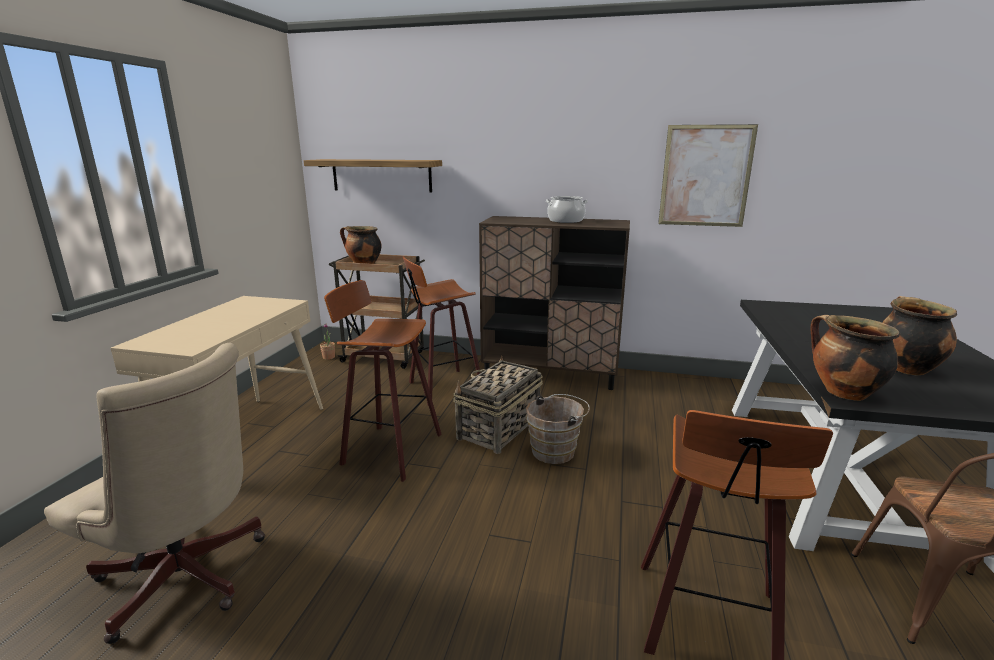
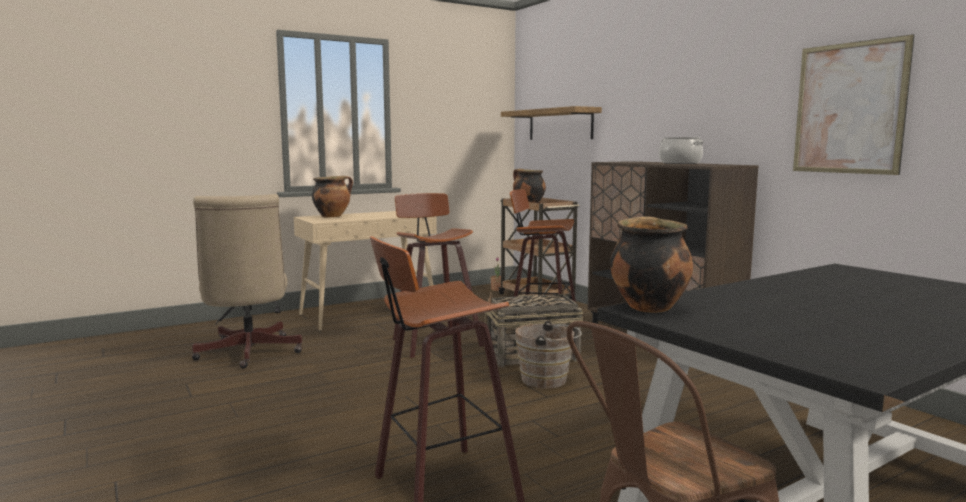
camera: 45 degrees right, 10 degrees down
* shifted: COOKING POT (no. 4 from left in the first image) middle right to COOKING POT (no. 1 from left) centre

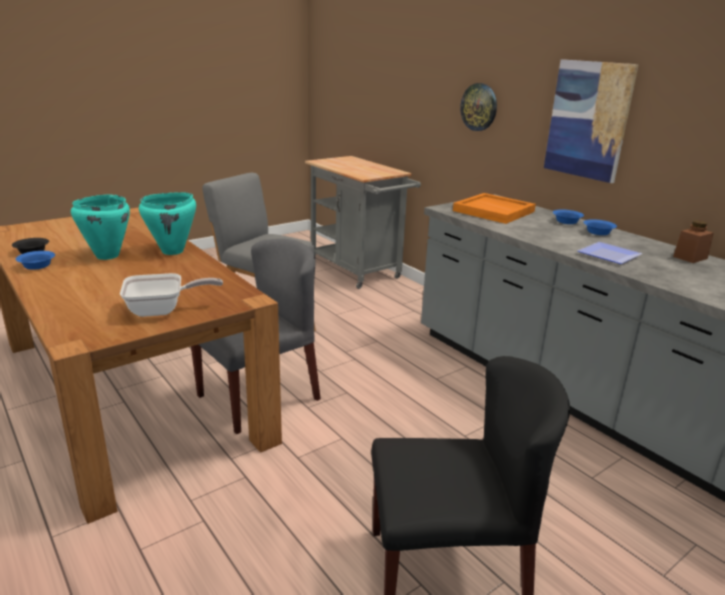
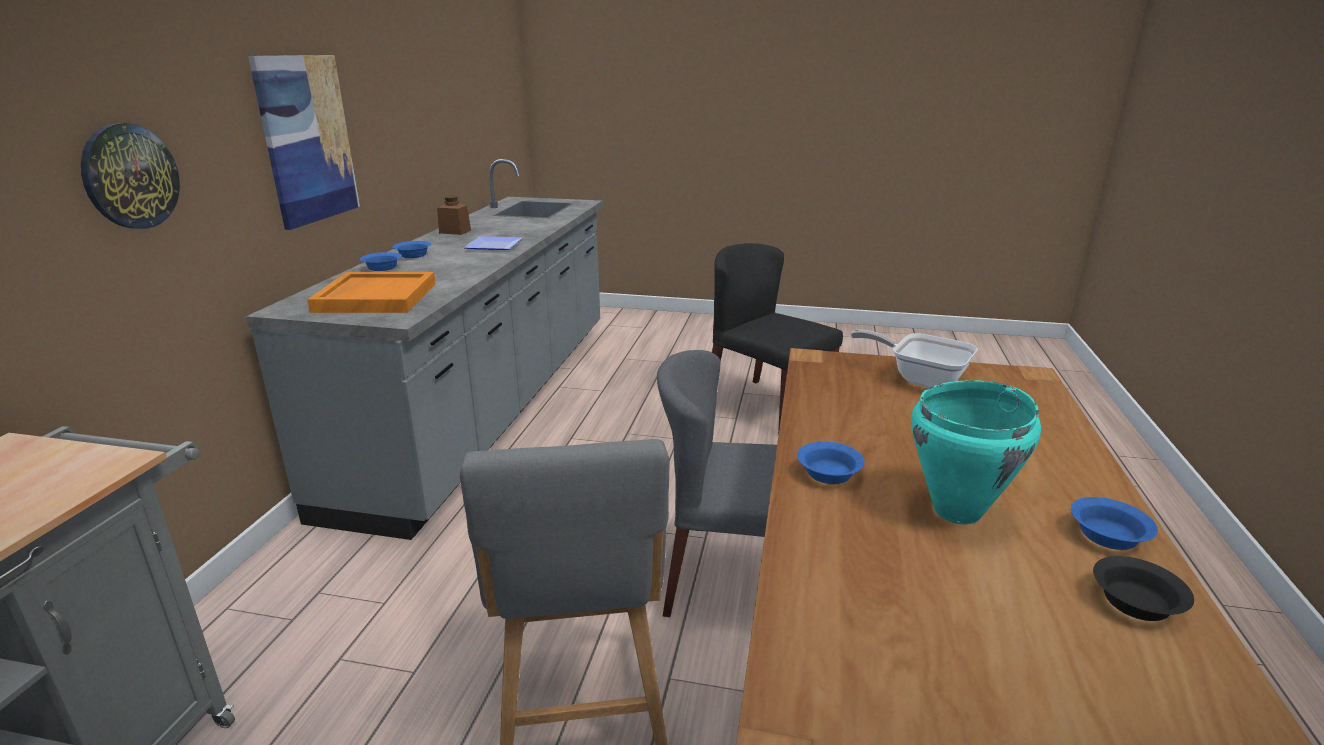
camera: 130 degrees left, 0 degrees up
* swapped: TURQUOISE COOKING POT (no. 2 from left) middle left to BLUE BOWL (no. 3 from left) centre

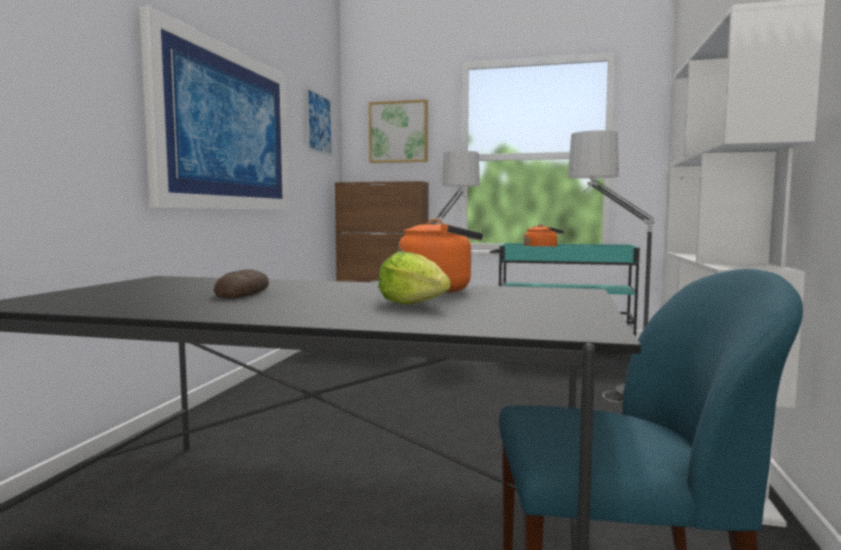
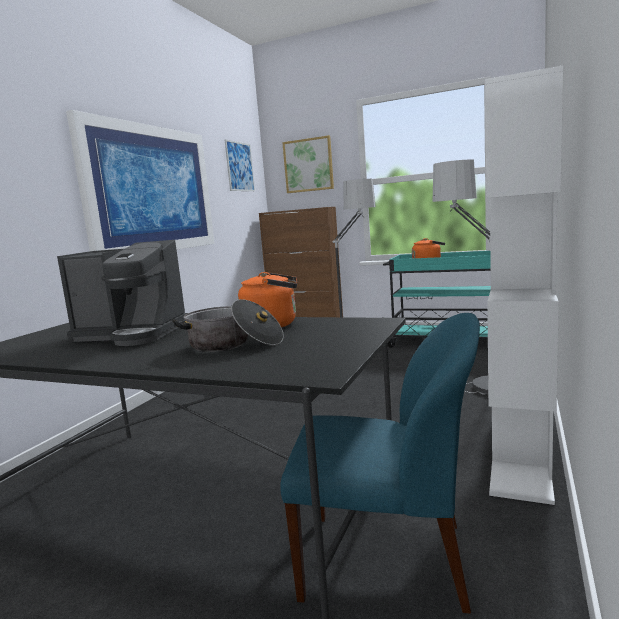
camera: 10 degrees right, 5 degrees up
* swapped: BREAD middle left to COFFEE MACHINE middle left
* swapped: LETTUCE centre to COOKING POT centre

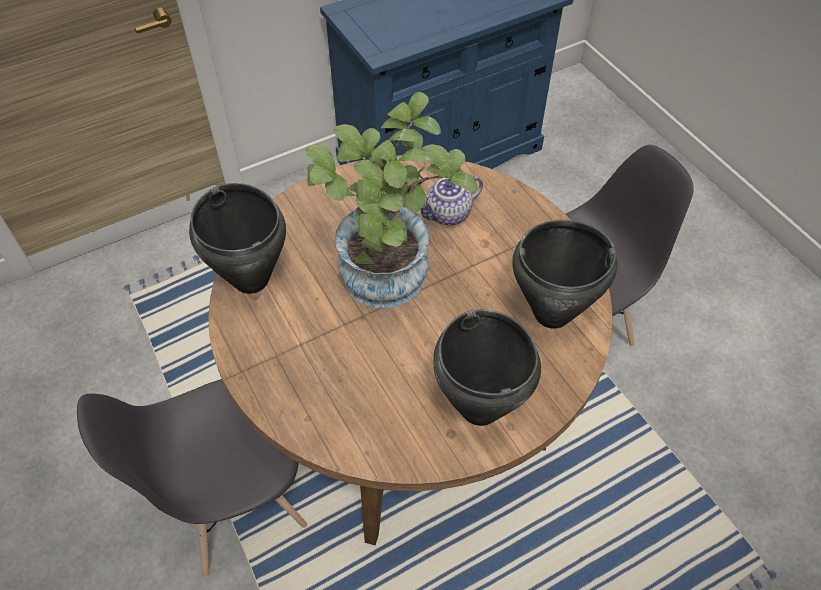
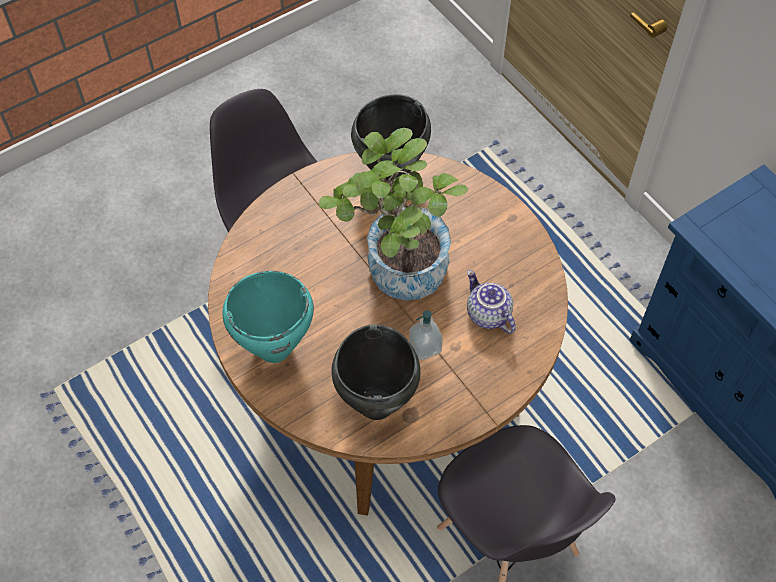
camera: 85 degrees right, 5 degrees up
* repainted: BLACK COOKING POT (no. 2 from left) centre to TURQUOISE COOKING POT centre
* new: SOAP DISPENSER centre

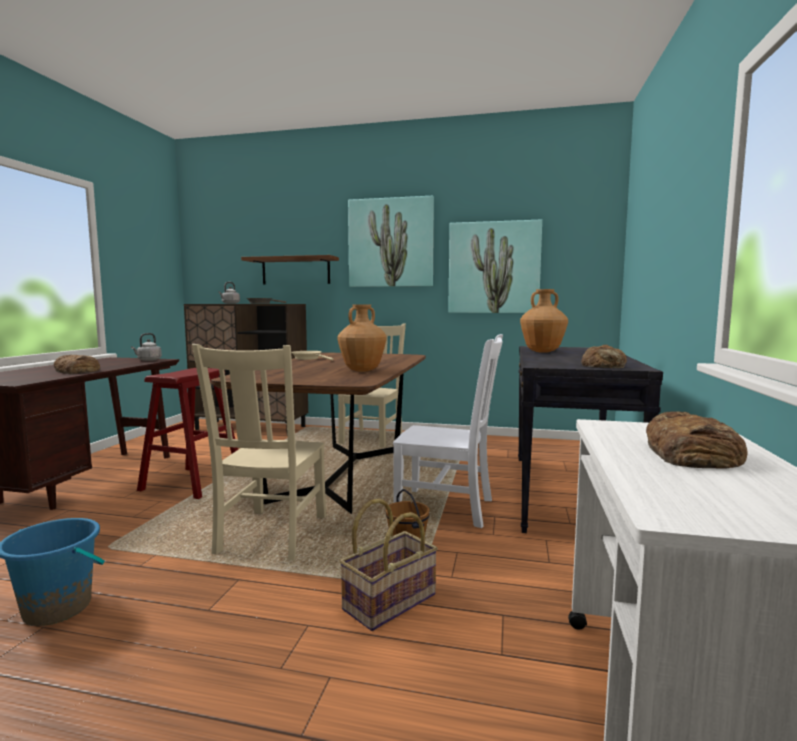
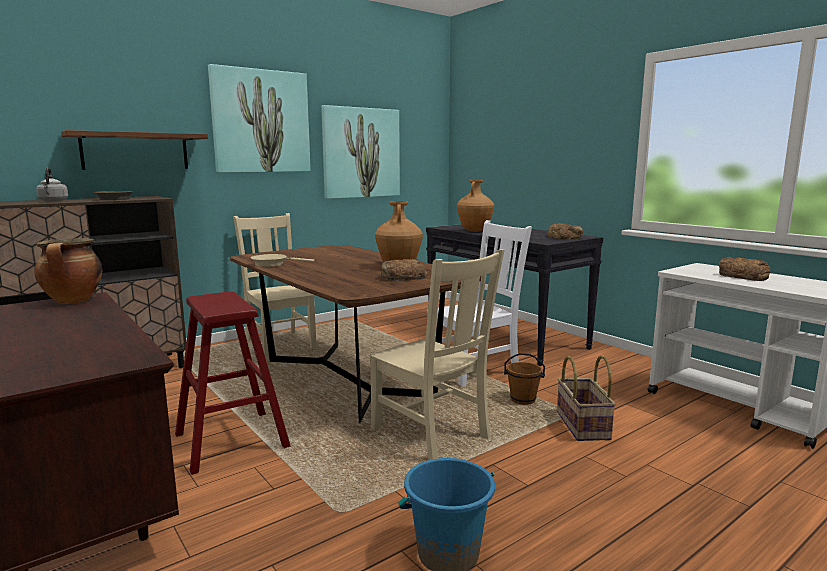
camera: 50 degrees left, 5 degrees up
* shifted: BREAD (no. 1 from left) middle left to centre
* swapped: GREY KETTLE (no. 1 from left) middle left to COOKING POT middle left

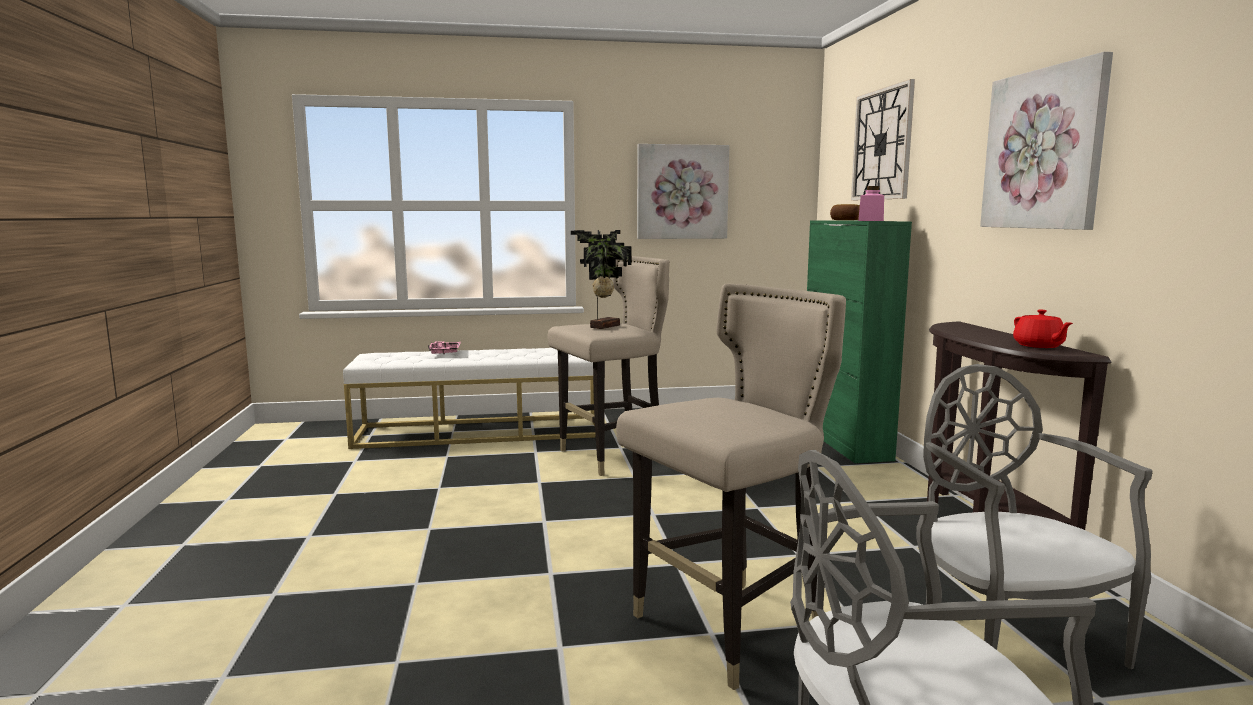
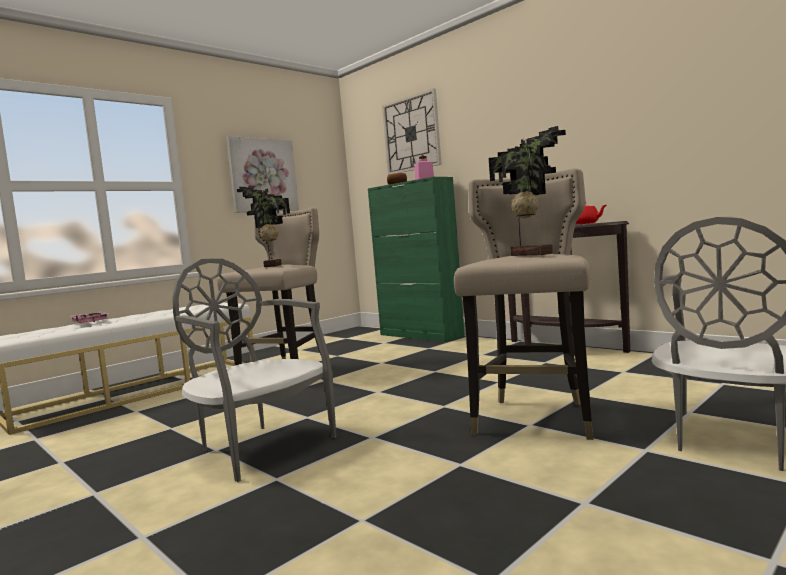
camera: 35 degrees left, 5 degrees down
* shifted: GREY CHAIR (no. 2 from left in the first image) bottom right to GREY CHAIR (no. 1 from left) middle left
* gone: PICTURE (no. 2 from left) top right
* new: POTTED PLANT (no. 2 from left) top right

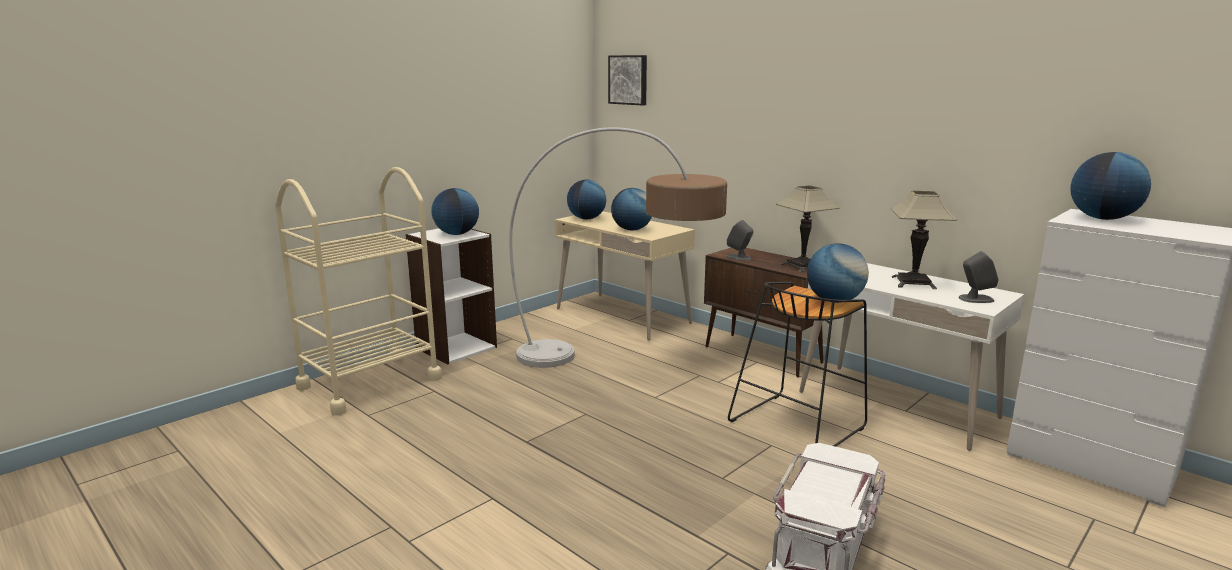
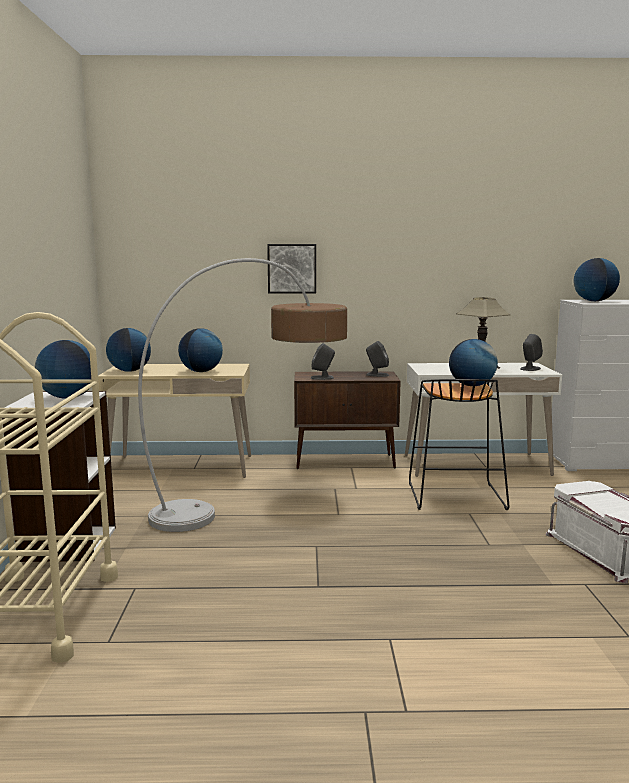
camera: 45 degrees left, 5 degrees down
* shifted: PICTURE top centre to centre
* swapped: TABLE LAMP (no. 1 from left) centre to GREY SPEAKER (no. 2 from left) centre

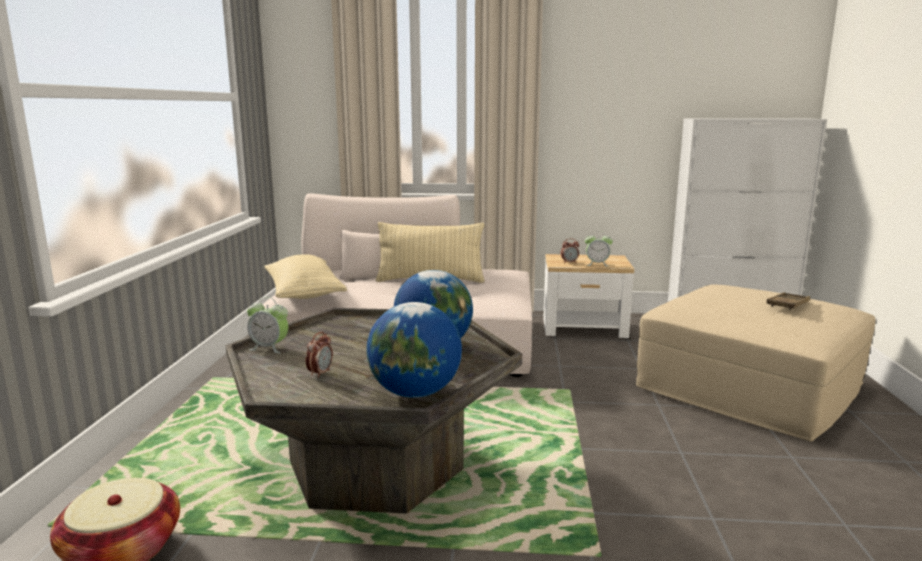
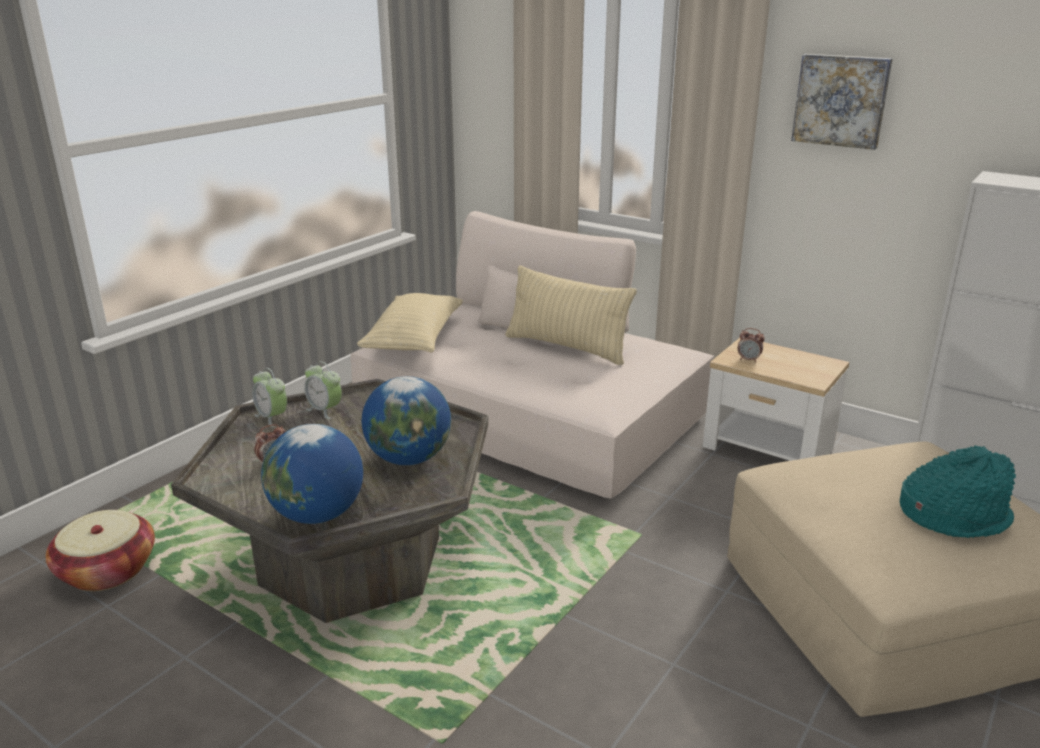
camera: 30 degrees right, 10 degrees up
* shifted: ALARM CLOCK (no. 4 from left in the first image) centre to ALARM CLOCK (no. 3 from left) middle left
* swapped: BROWN TRAY middle right to TURQUOISE HAT middle right
* new: PICTURE top right

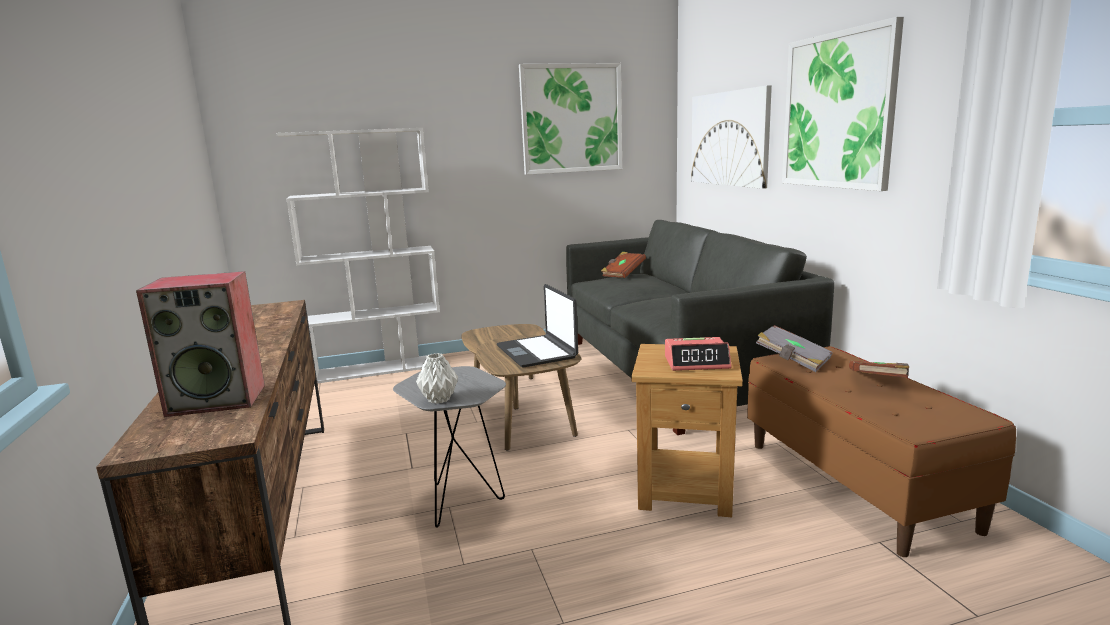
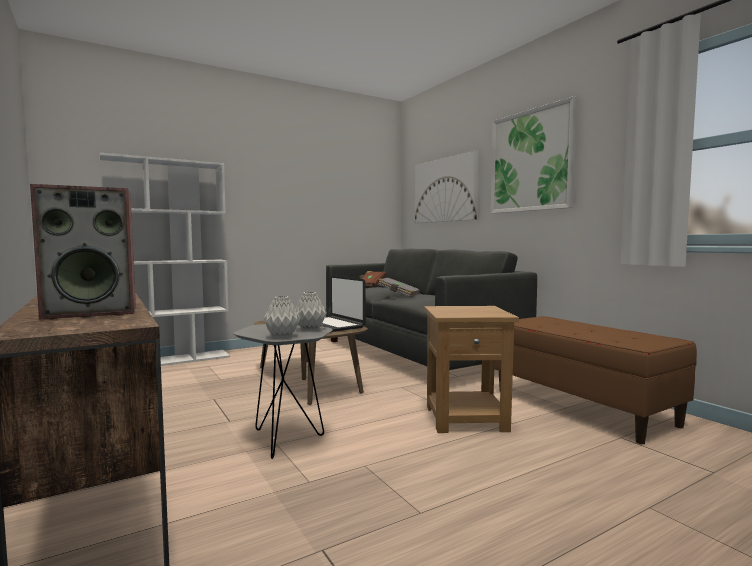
camera: 15 degrees left, 10 degrees down
* gone: PICTURE (no. 1 from left) top centre
* gone: ALARM CLOCK centre
* shifted: GREY BOOK middle right to centre
* gone: BROWN BOOK (no. 2 from left) middle right
* new: GREY VASE (no. 2 from left) centre

